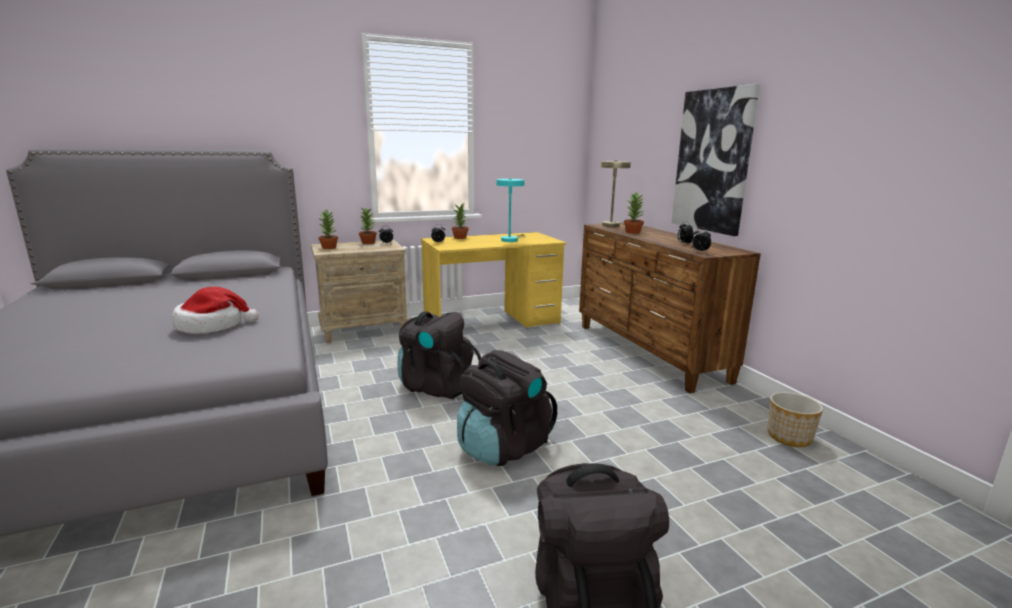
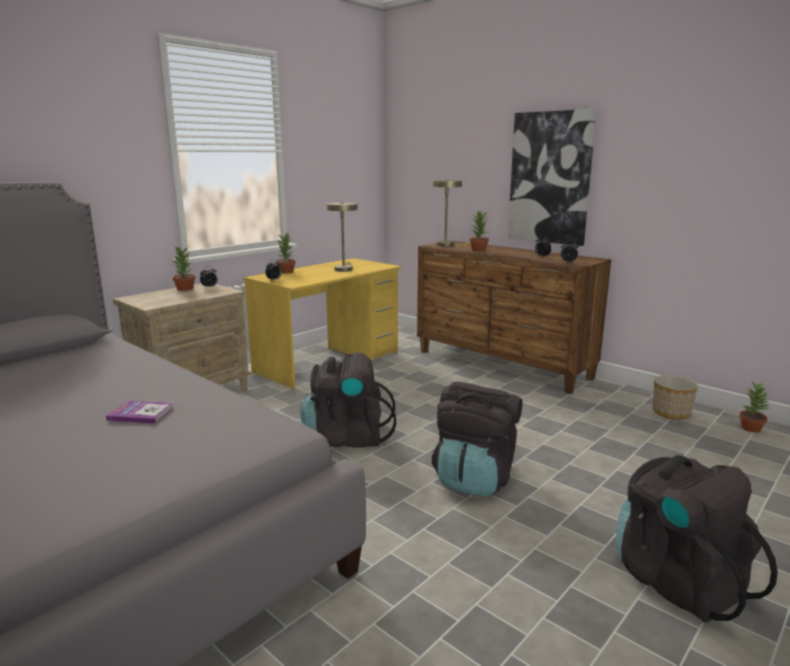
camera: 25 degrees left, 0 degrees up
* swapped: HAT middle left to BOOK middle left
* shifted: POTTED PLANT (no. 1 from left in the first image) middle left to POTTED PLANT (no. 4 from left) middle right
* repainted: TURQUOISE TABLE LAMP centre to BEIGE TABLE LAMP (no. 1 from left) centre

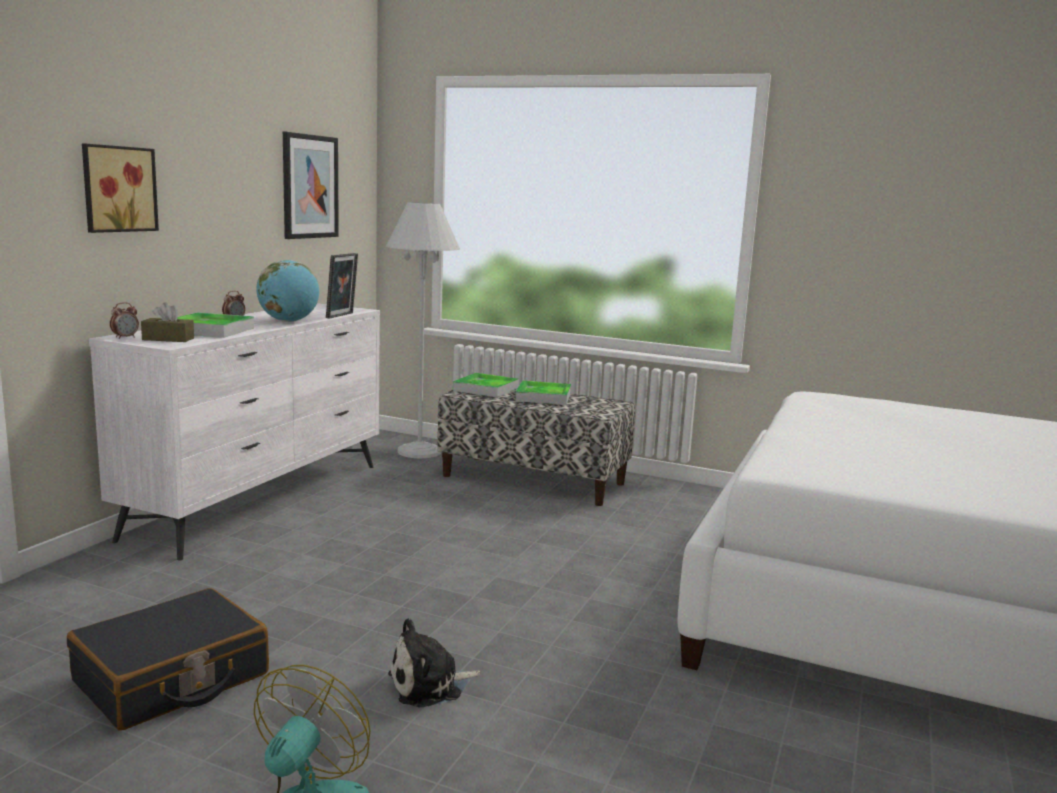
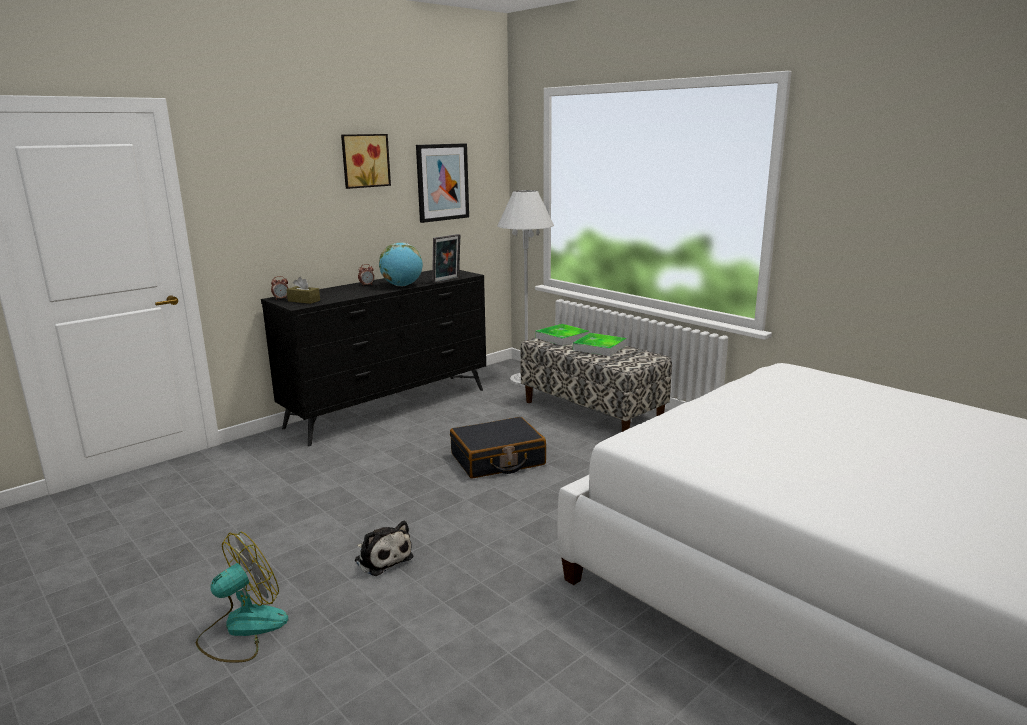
camera: 25 degrees right, 5 degrees up
* shifted: BLACK SUITCASE bottom left to centre
* shifted: PICTURE (no. 1 from left) top left to top centre
* repainted: WHITE DRESSER middle left to BLACK DRESSER centre
* gone: TRAY (no. 1 from left) middle left
* rotated: PLUSH TOY bottom centre = bottom centre 135 degrees counterclockwise

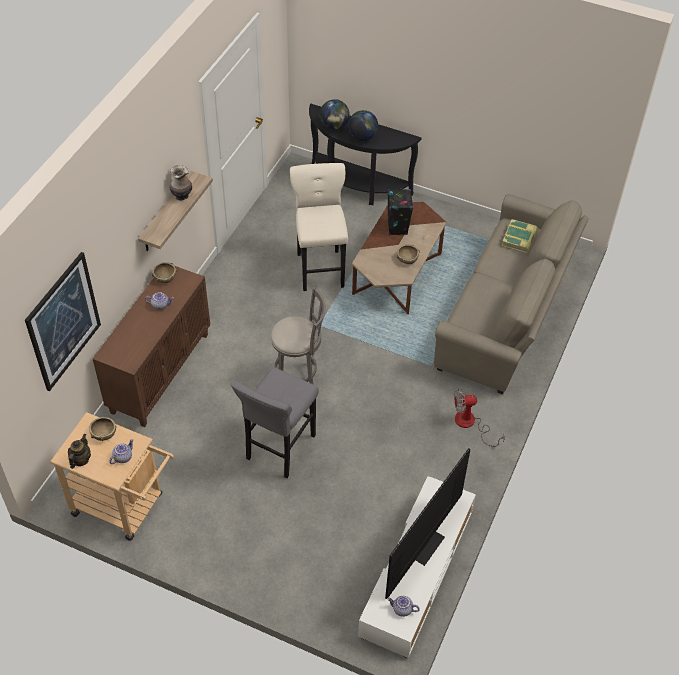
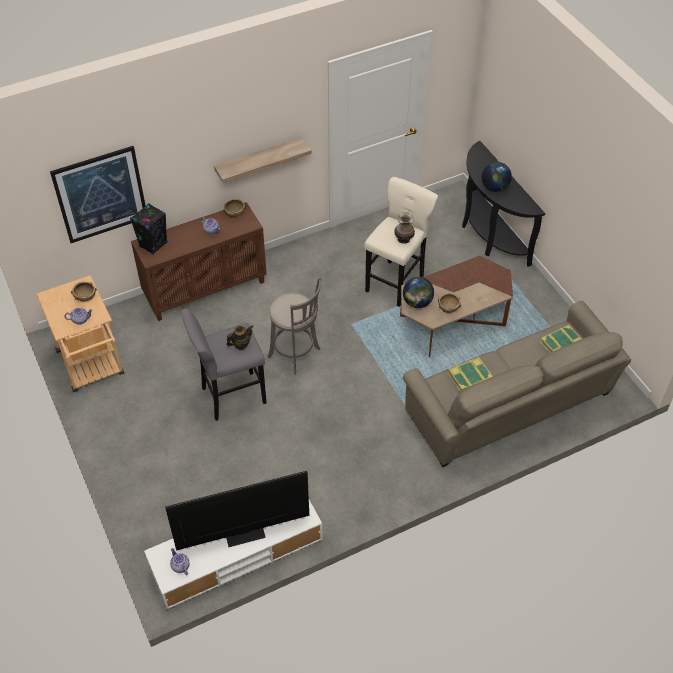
camera: 40 degrees right, 0 degrees up
* shifted: TEAPOT (no. 1 from left in the first image) bottom left to TEAPOT (no. 4 from left) centre
* shifted: VASE top left to centre
* shifted: GLOBE (no. 1 from left) top centre to centre
* shifted: BLACK SPEAKER top centre to middle left
* gone: FAN middle right
* new: BOOK (no. 1 from left) middle right

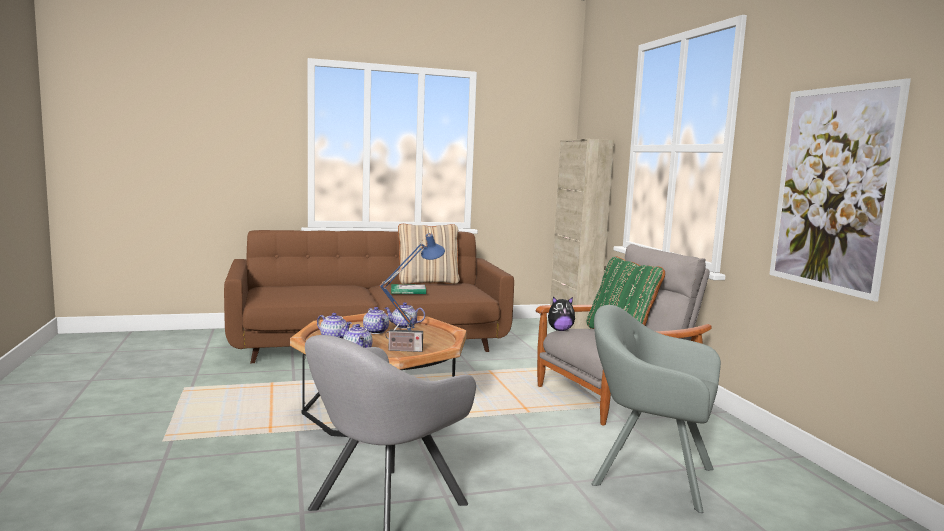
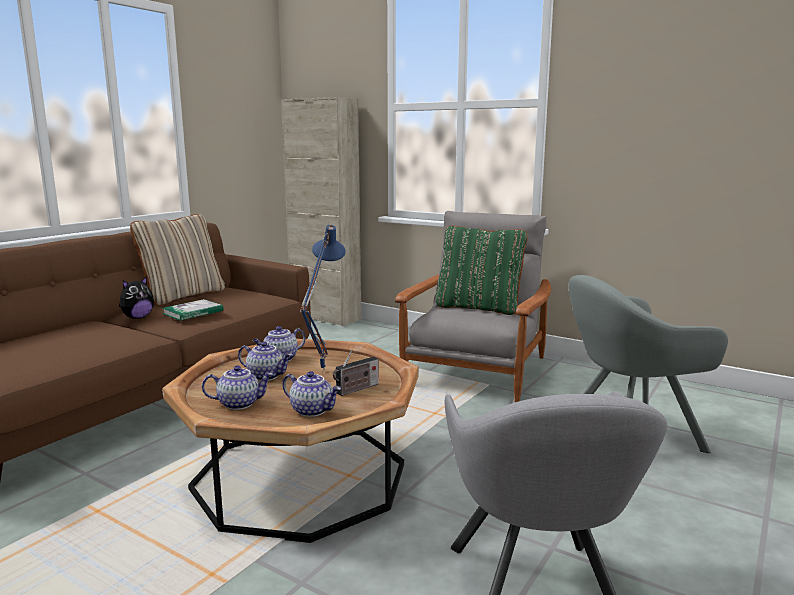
camera: 40 degrees left, 5 degrees up
* shifted: PLUSH TOY centre to middle left
* gone: PICTURE middle right

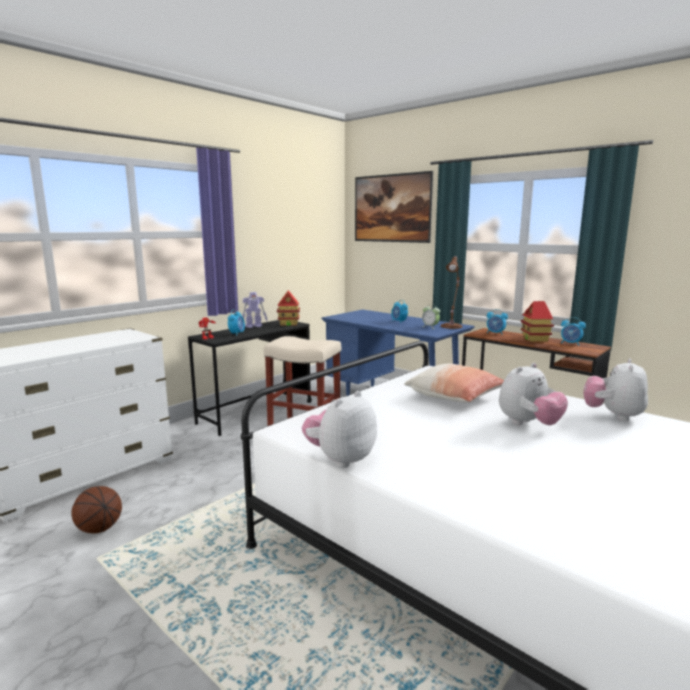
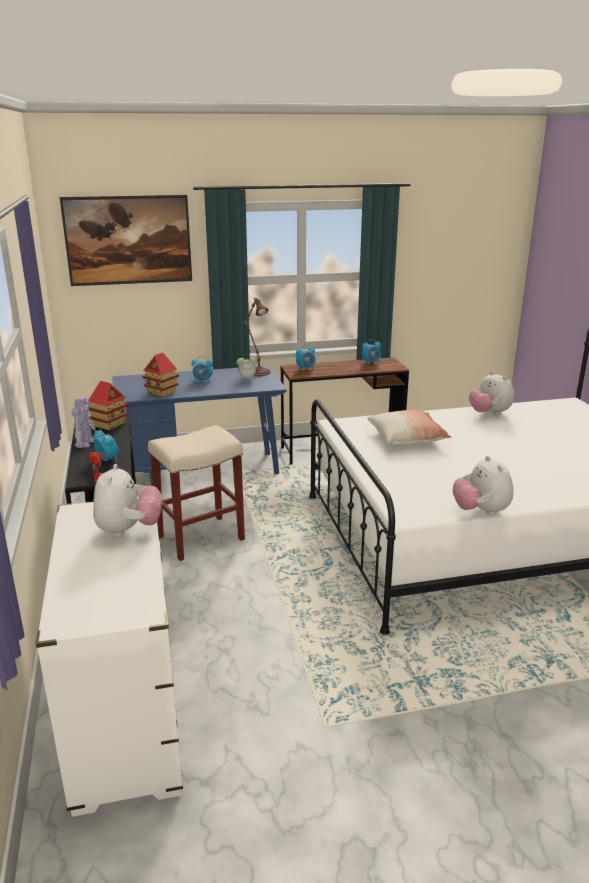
camera: 55 degrees left, 10 degrees up
* gone: BASKETBALL bottom left
* shifted: PLUSH TOY (no. 2 from left in the first image) middle right to PLUSH TOY (no. 1 from left) middle left
* shifted: TOY HOUSE (no. 2 from left) middle right to middle left

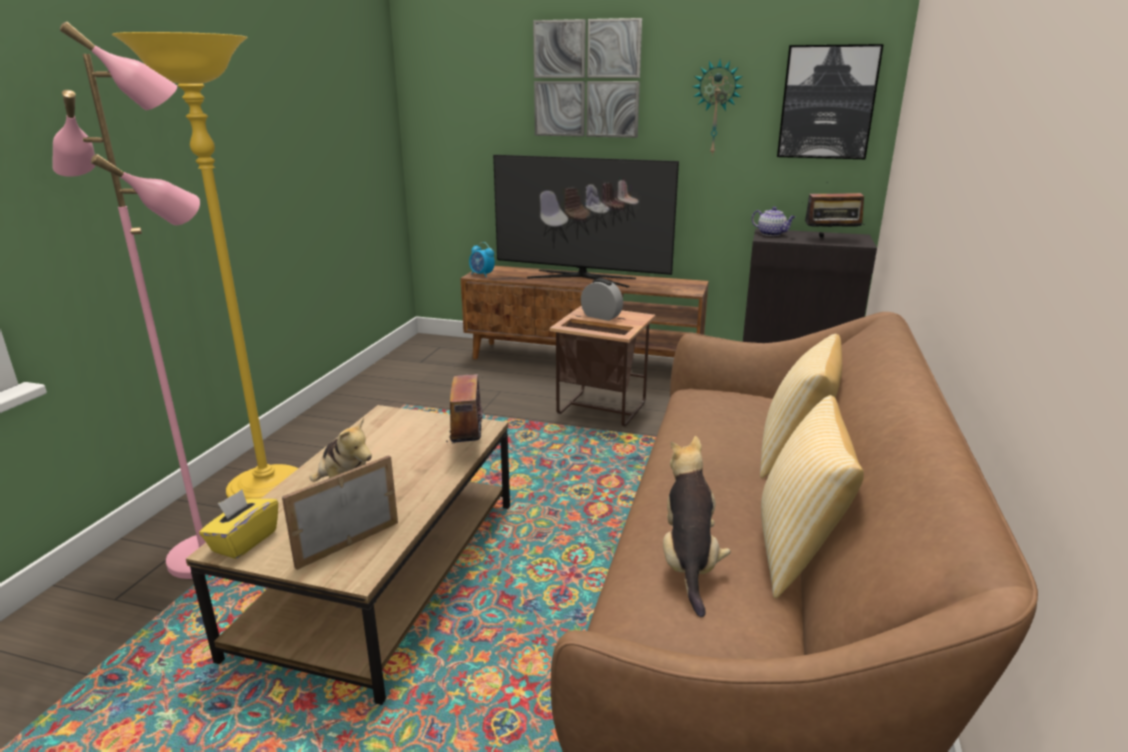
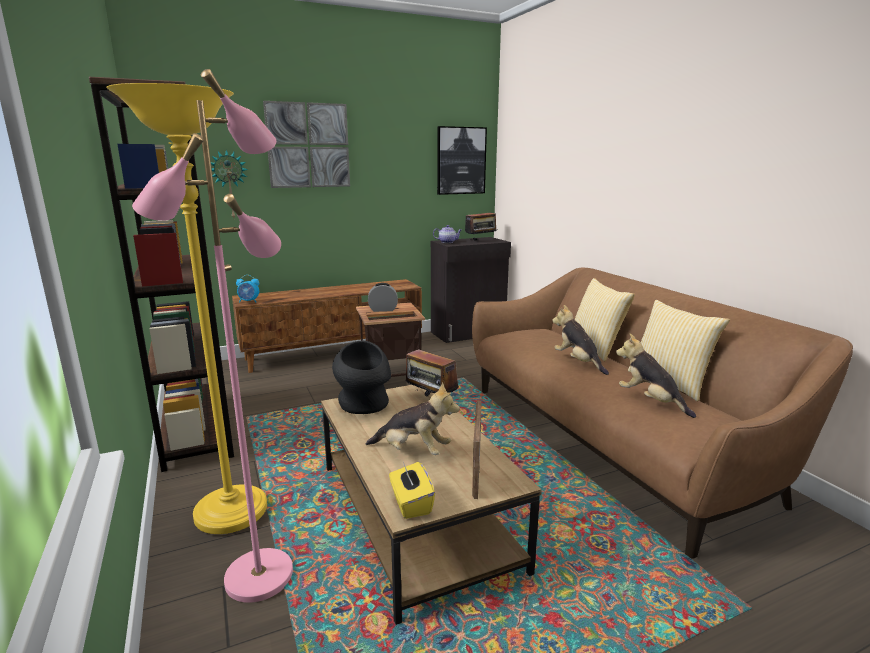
camera: 40 degrees left, 5 degrees down
* gone: TELEVISION top centre
* shifted: WALL CLOCK top centre to top left
* new: BROWN BOOKCASE middle left
* new: BLACK VASE centre
* new: PLUSH TOY (no. 2 from left) middle right

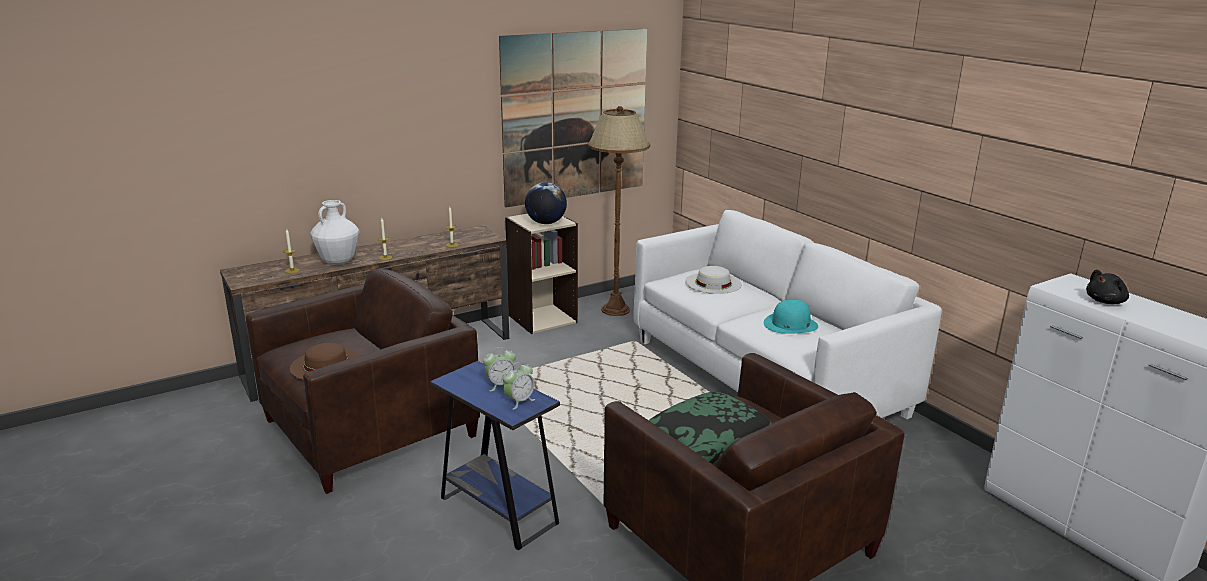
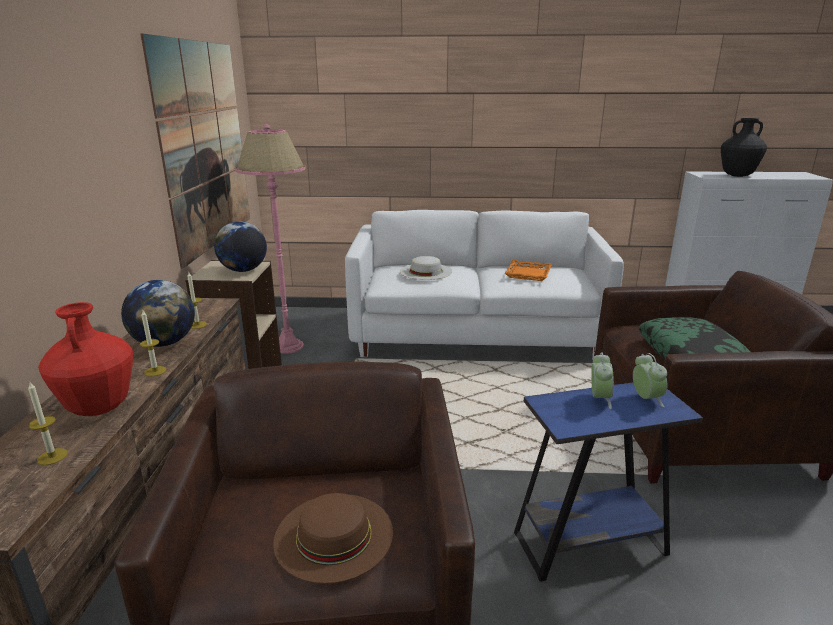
camera: 55 degrees left, 0 degrees up
* repainted: WHITE VASE middle left to RED VASE middle left
* repainted: BROWN FLOOR LAMP centre to PINK FLOOR LAMP middle left
* swapped: TURQUOISE HAT centre to ORANGE TRAY centre
* swapped: BLACK PLUSH TOY middle right to BLACK VASE top right
* new: GLOBE (no. 1 from left) middle left

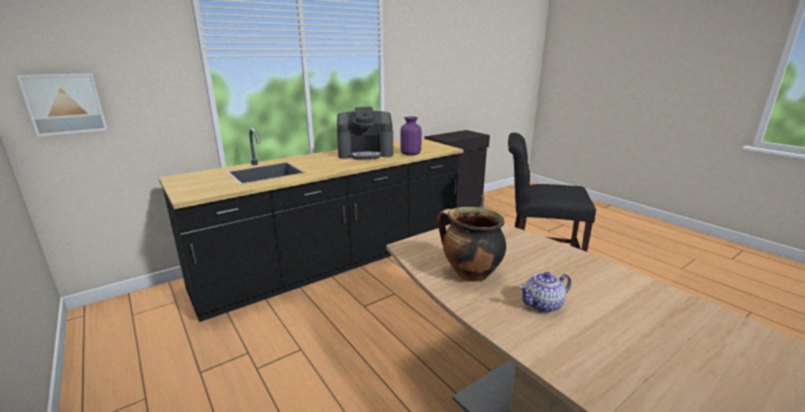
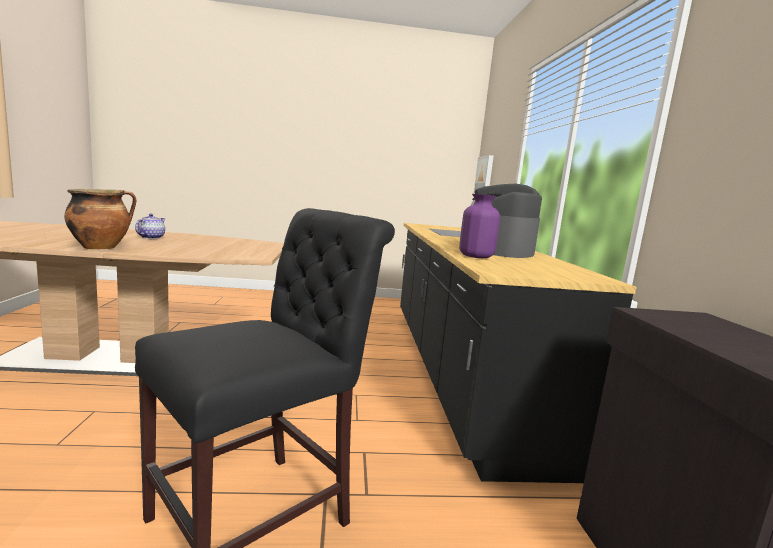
camera: 120 degrees right, 10 degrees down
* shifted: COOKING POT centre to middle left

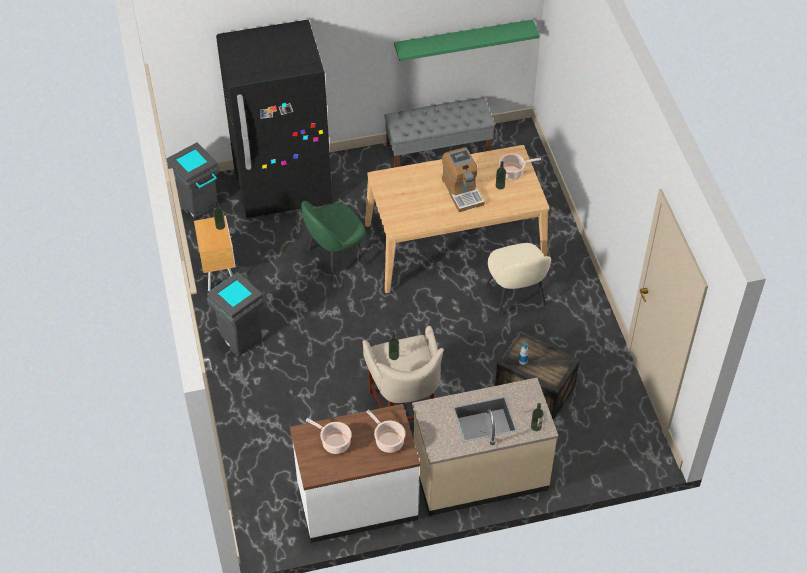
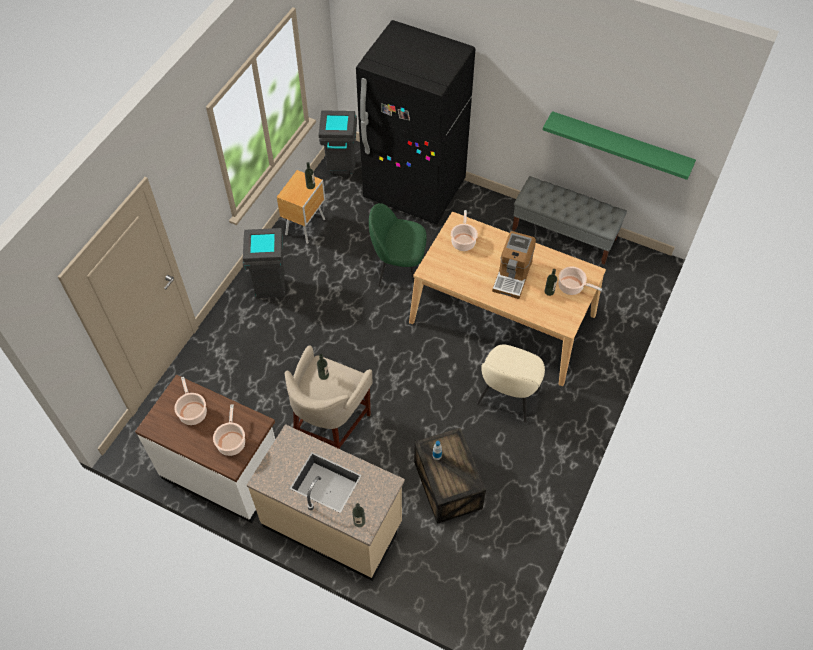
camera: 40 degrees right, 5 degrees up
* new: COOKING POT (no. 3 from left) centre

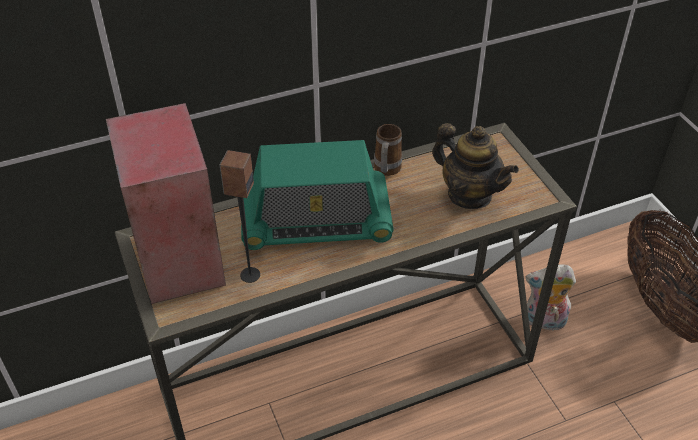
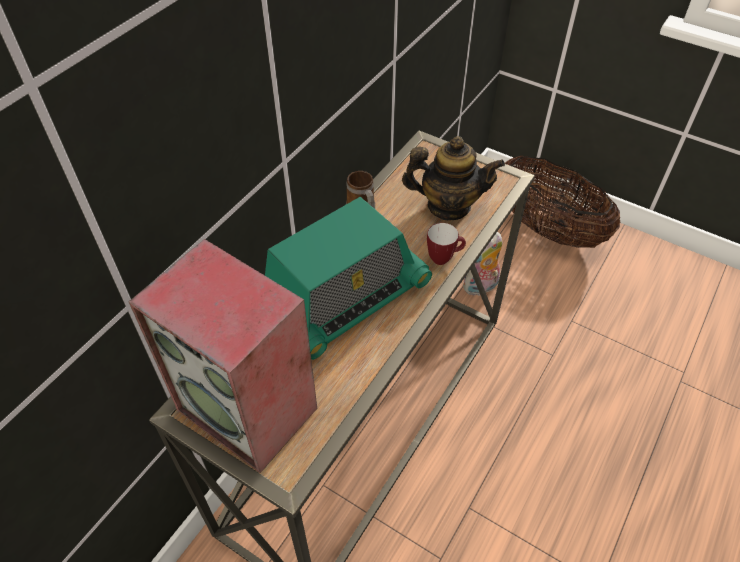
camera: 35 degrees left, 5 degrees up
* gone: SPEAKER (no. 2 from left) centre
* new: MUG (no. 2 from left) centre

